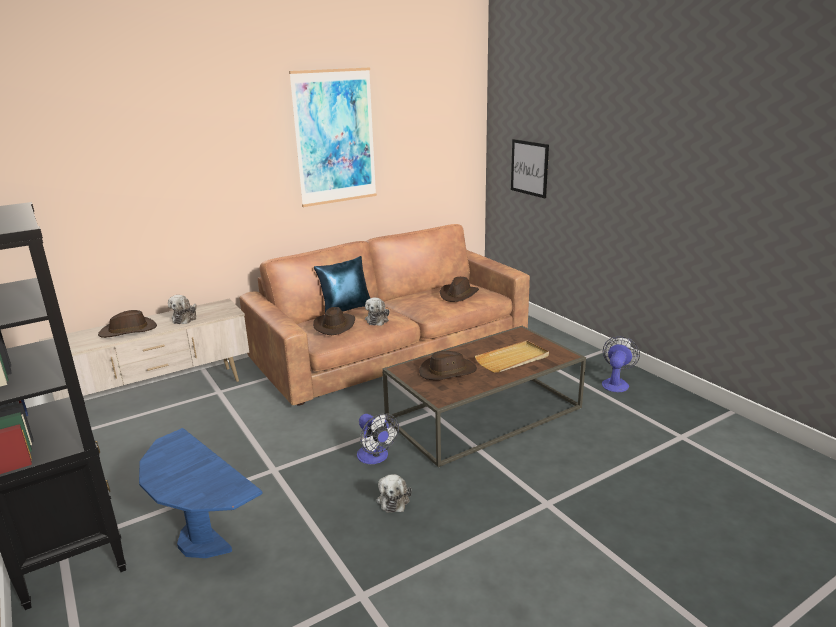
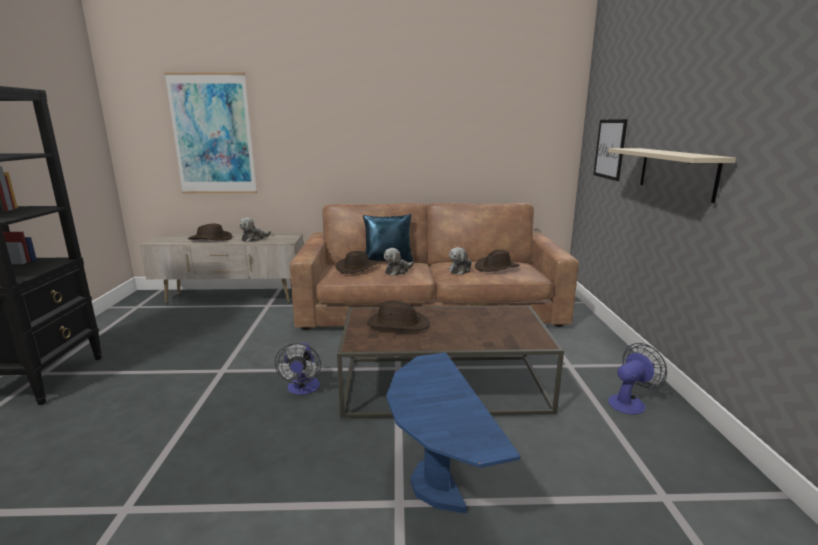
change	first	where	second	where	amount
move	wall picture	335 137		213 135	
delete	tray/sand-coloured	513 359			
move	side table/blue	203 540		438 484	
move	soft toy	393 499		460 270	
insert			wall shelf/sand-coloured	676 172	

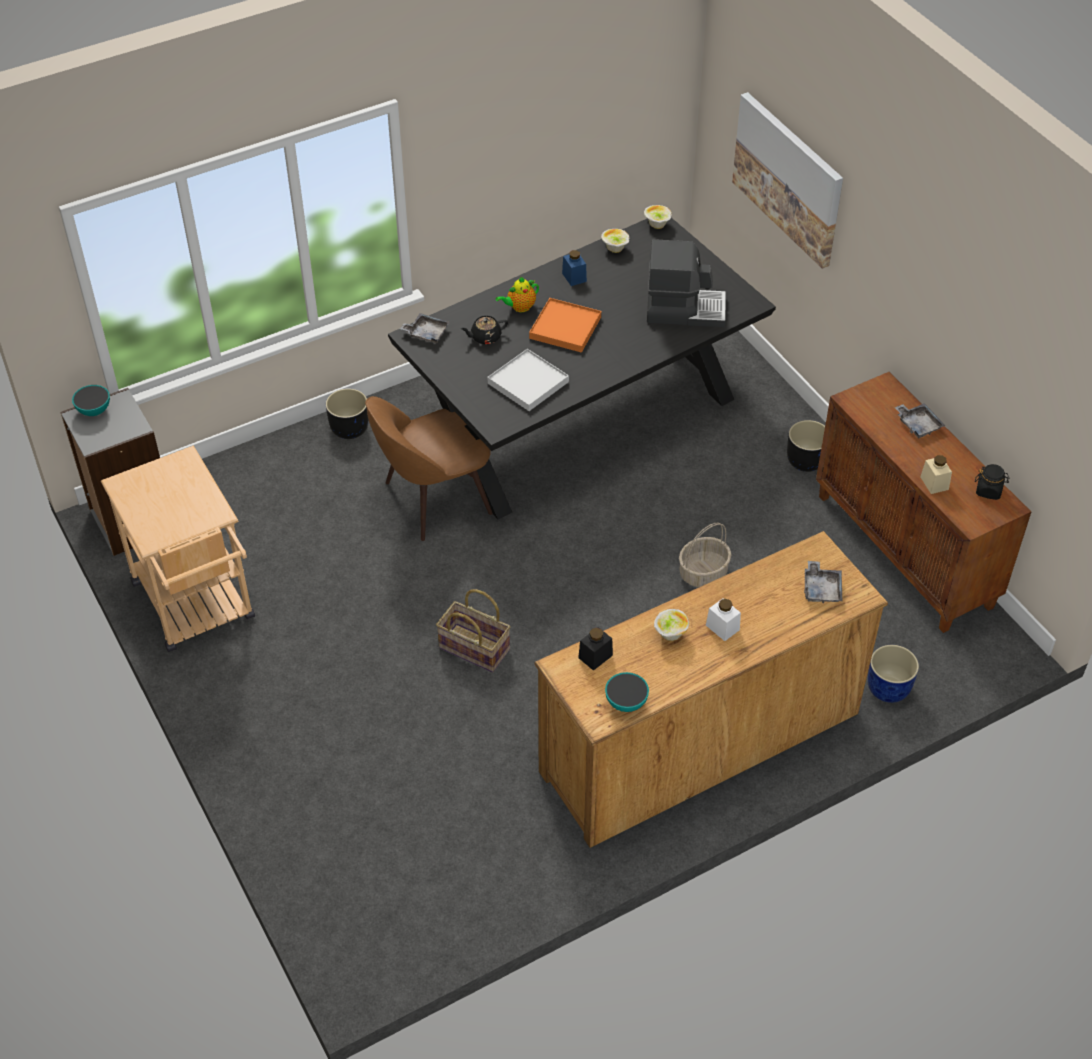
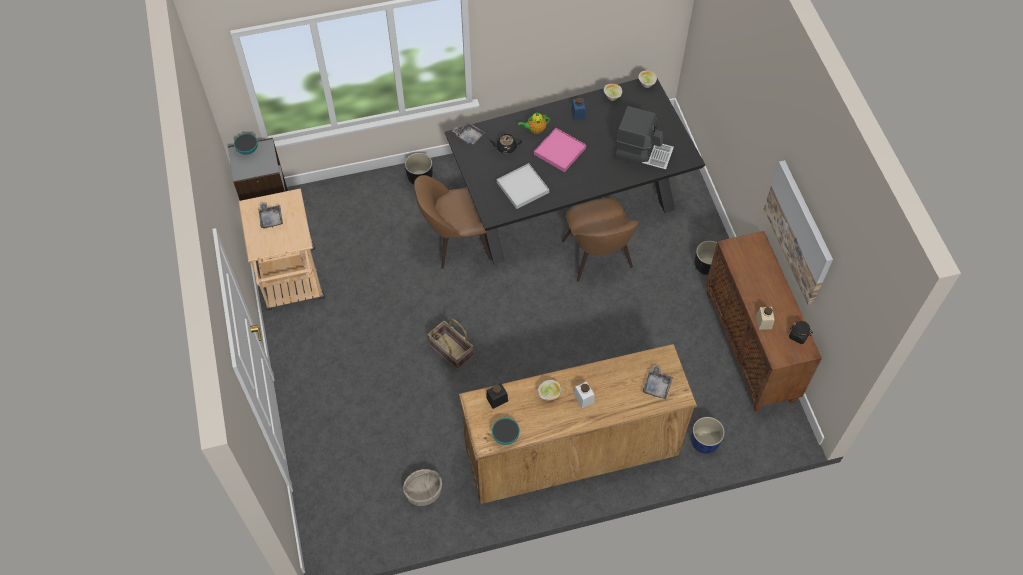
change	first	where	second	where	amount
move	wall picture	788 178		799 232	
recolor	tray/orange	565 328	tray/pink-coloured	560 151	
move	tray/grey	918 424		271 218	
move	household basket	703 572		424 492	
insert			chair/brown	598 256	

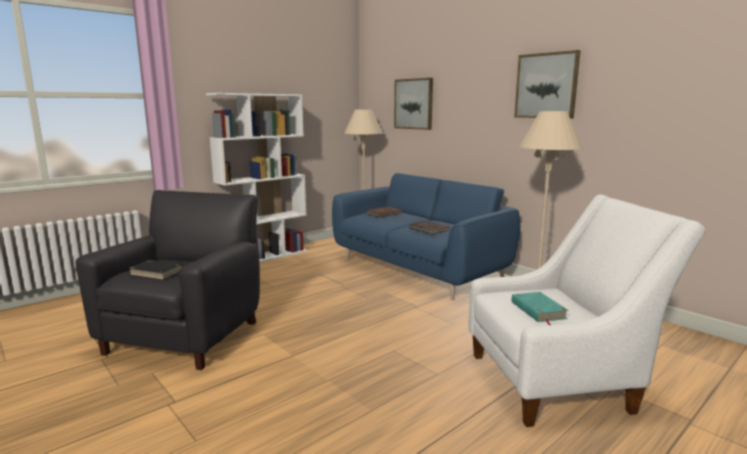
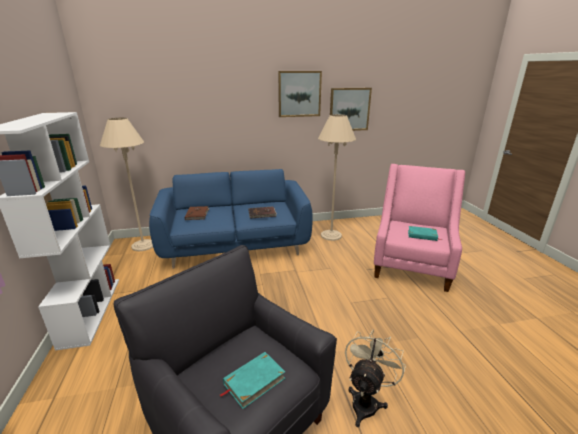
change	first	where	second	where	amount
move	wall picture	414 104		349 109	
recolor	easy chair/white-coloured	559 381	easy chair/pink-coloured	411 265	
recolor	book/black-coloured	156 273	book/blue-green	254 381	
insert			cooling fan/sand-coloured	366 401	

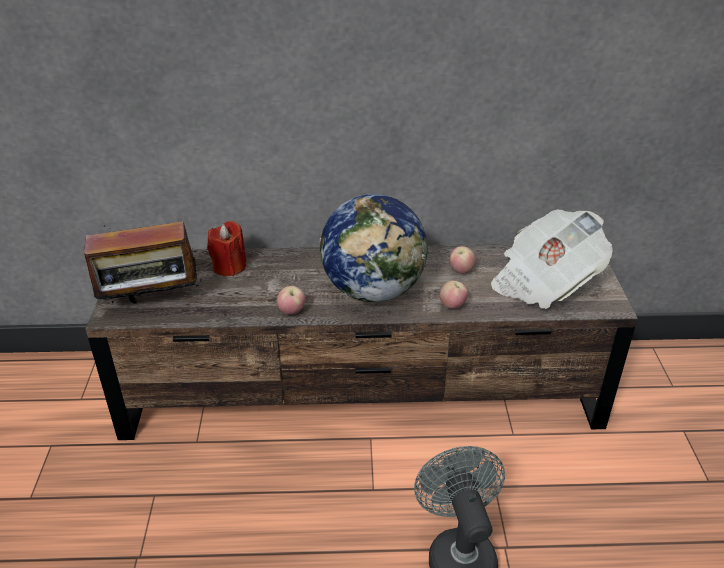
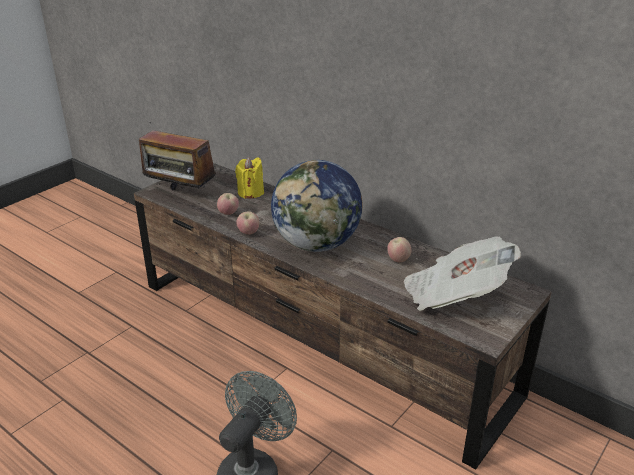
change	first	where	second	where	amount
recolor	candle/red-coloured	229 267	candle/yellowish	250 193	
move	whole apple	452 306		228 213	

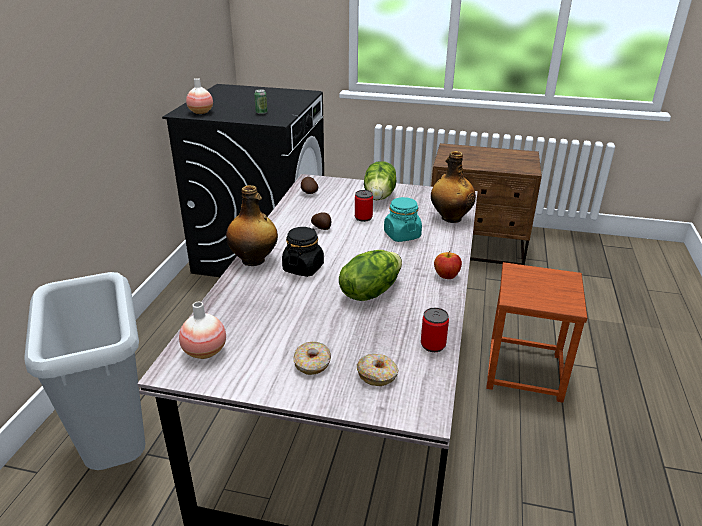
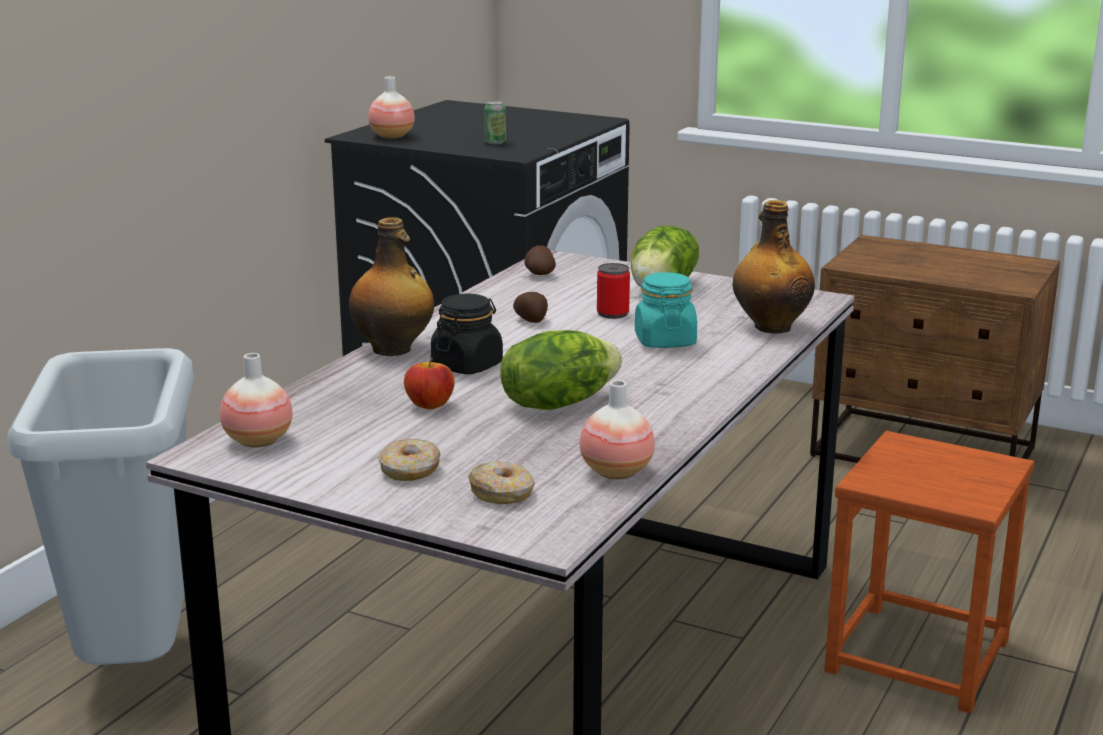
change	first	where	second	where	amount
move	whole apple	446 276		429 405	
replace	sealed can	433 345	flower vase	616 472	

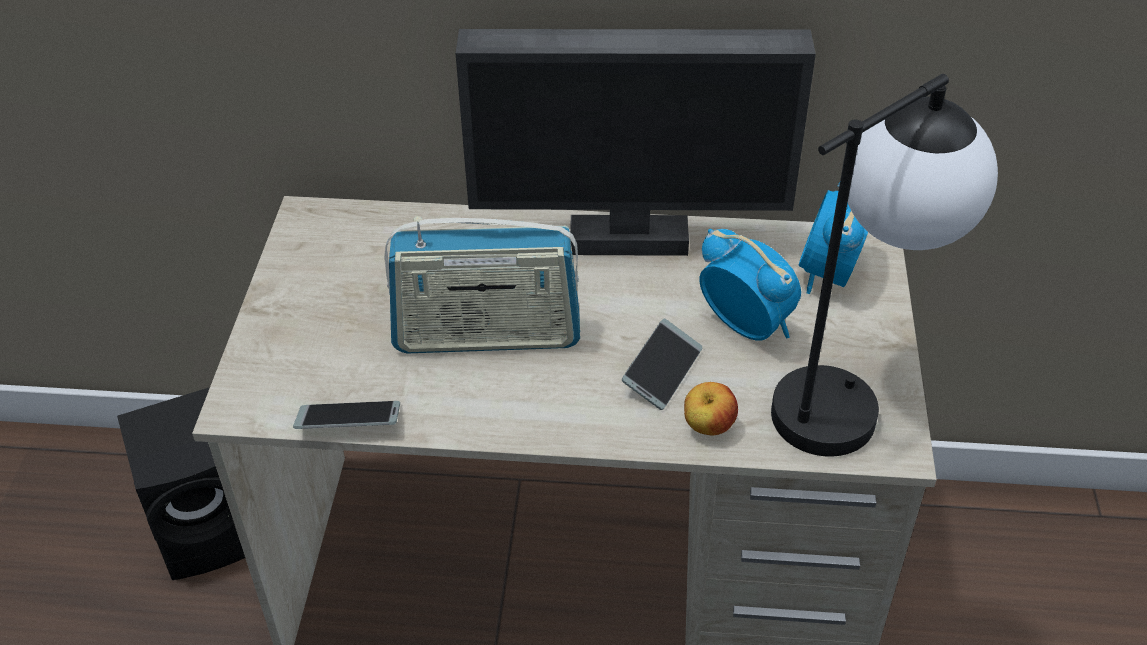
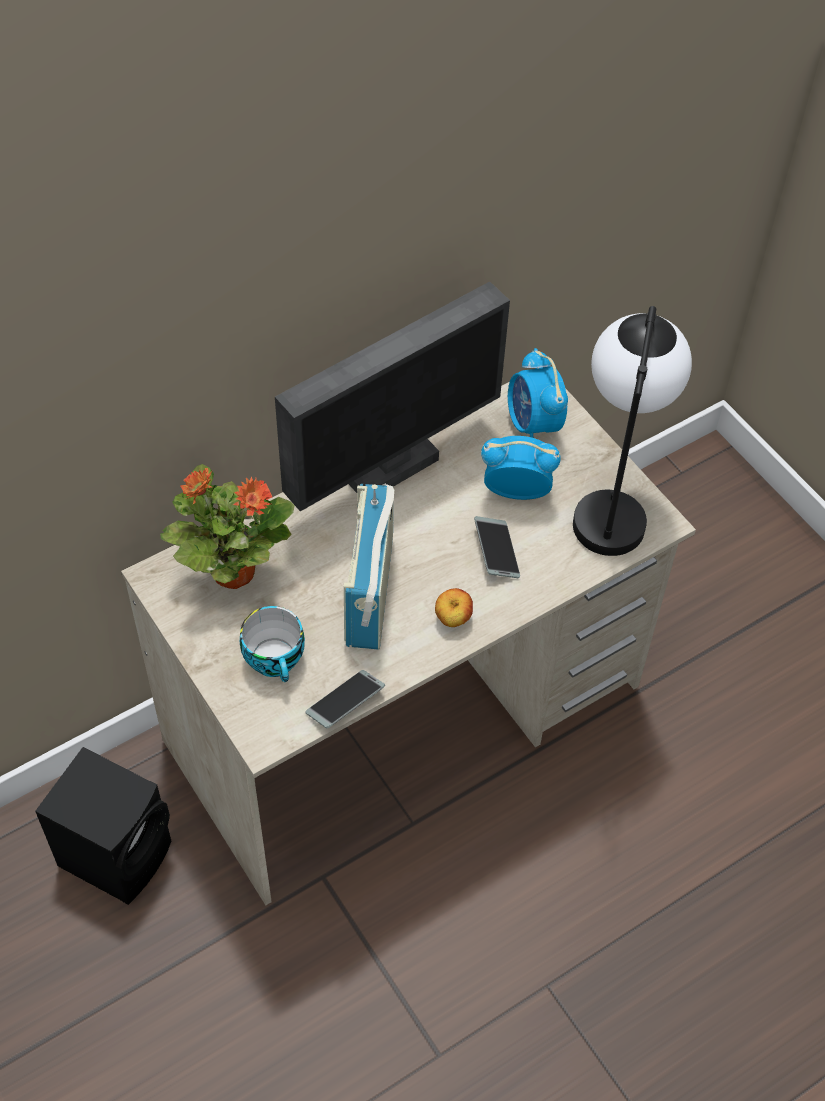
change	first	where	second	where	amount
rotate	radio receiver	487 336		370 592	135 degrees clockwise
move	whole apple	708 427		453 619	
insert			plant in a pot	232 571	
insert			drinking cup	276 660	

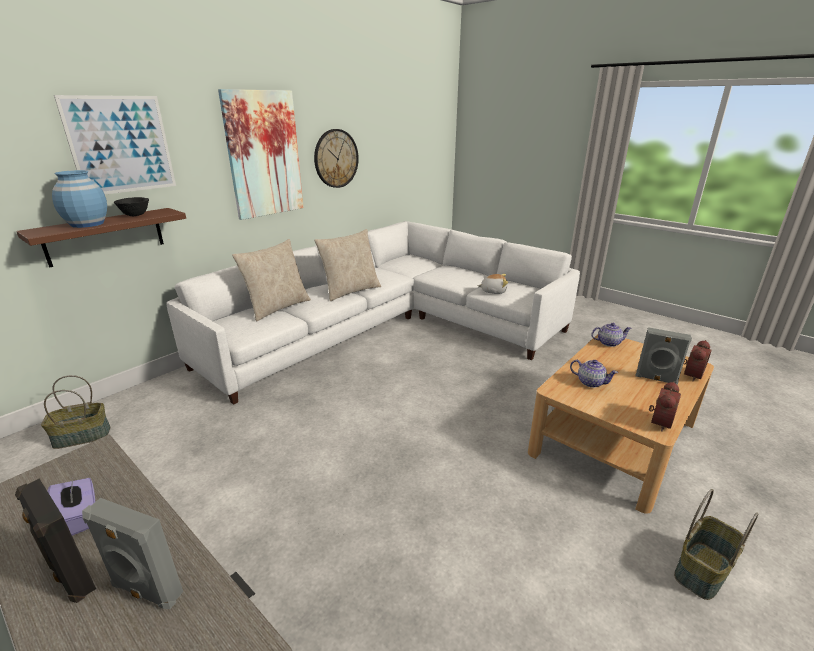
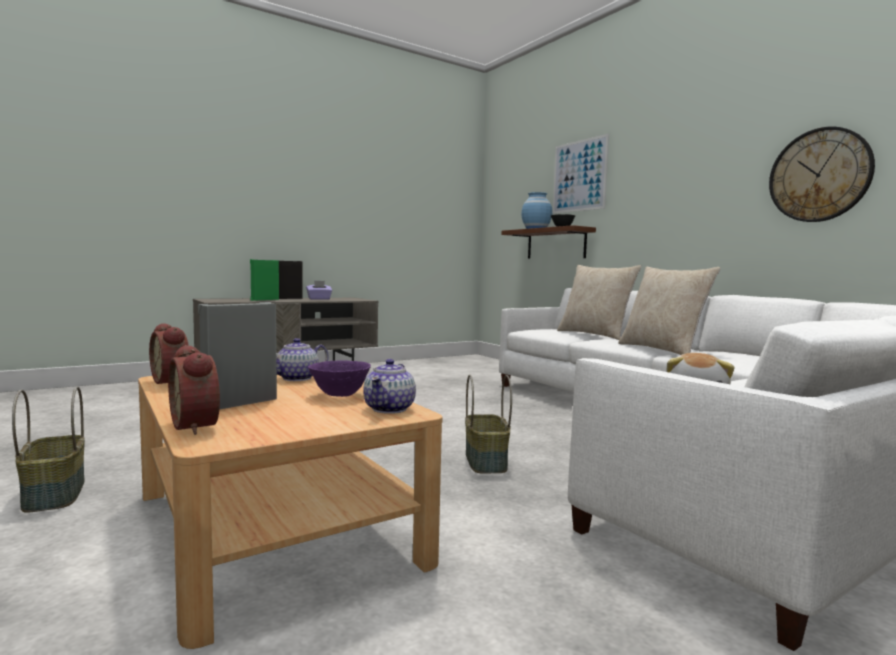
change	first	where	second	where	amount
delete	wall picture	264 155			
move	household basket	81 437		484 461	
recolor	audio speaker/grey	146 590	audio speaker/green-coloured	264 300	
insert			deep dish/purple	339 395	

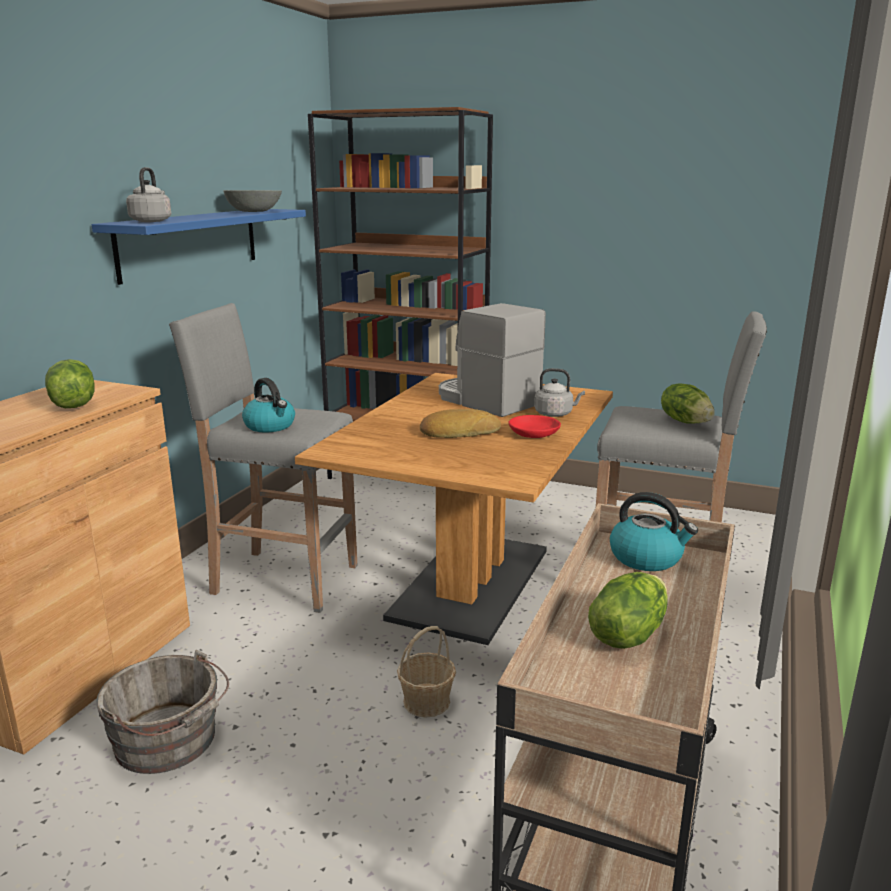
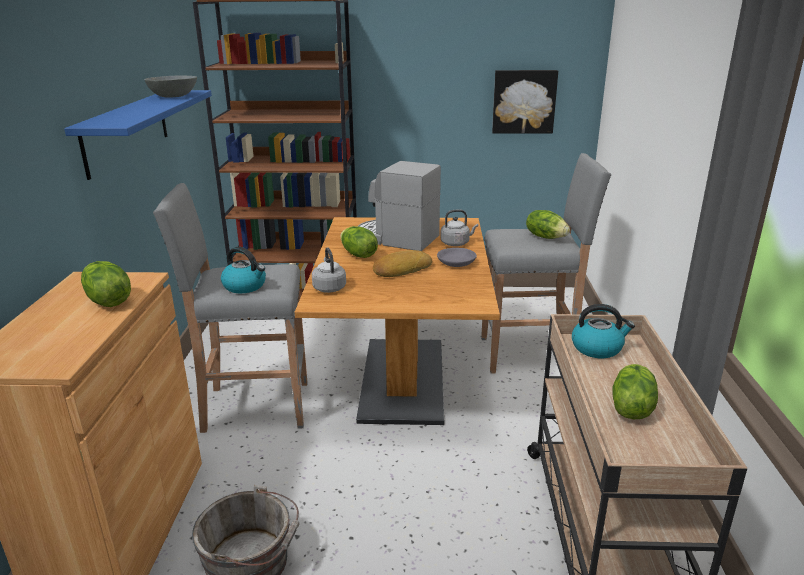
change	first	where	second	where	amount
move	water kettle/grey	151 221		329 287	
recolor	deep dish/red-coloured	534 434	deep dish/grey	457 263	
delete	household basket	427 701			
insert			wall picture	523 101	
insert			lettuce head	358 255	

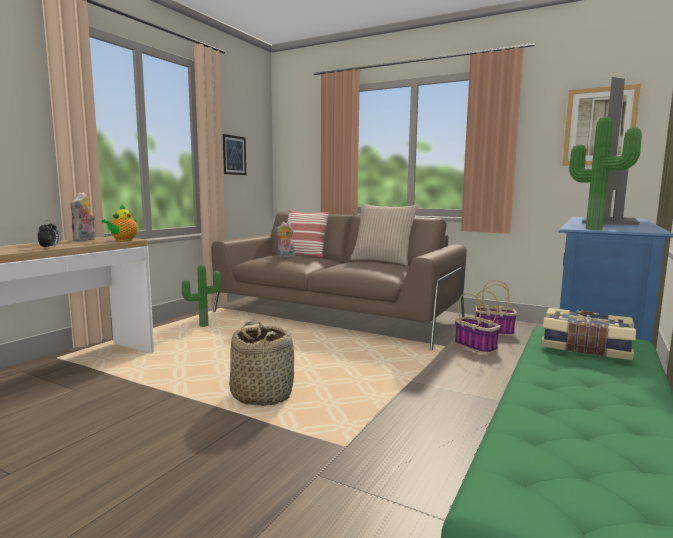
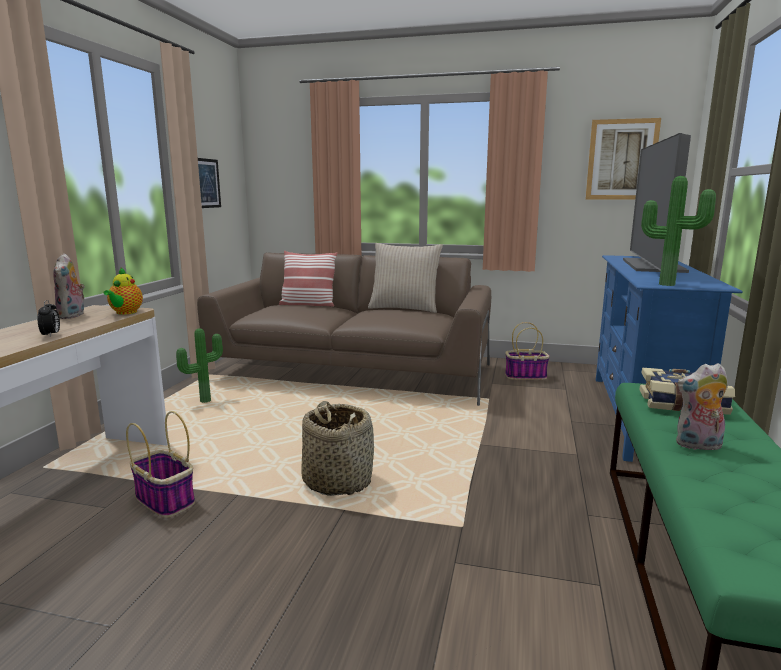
change	first	where	second	where	amount
move	soft toy	285 256		698 445	
move	household basket	476 346		166 500	

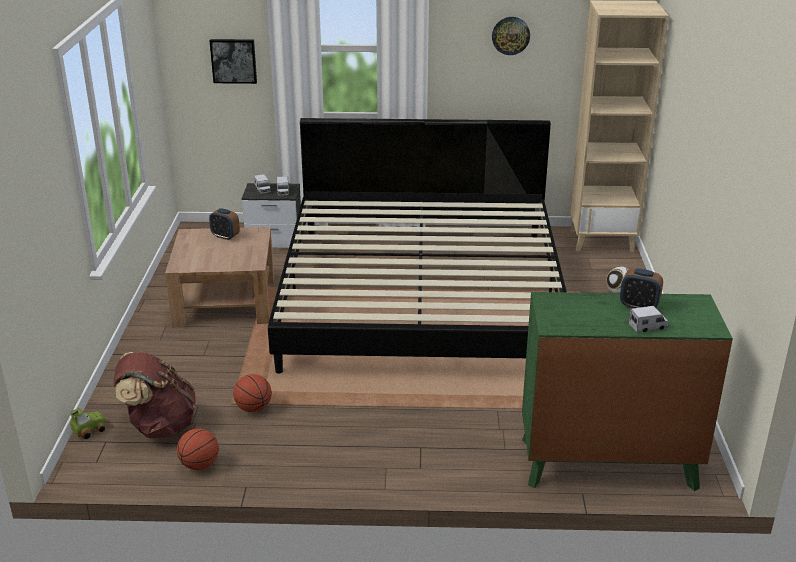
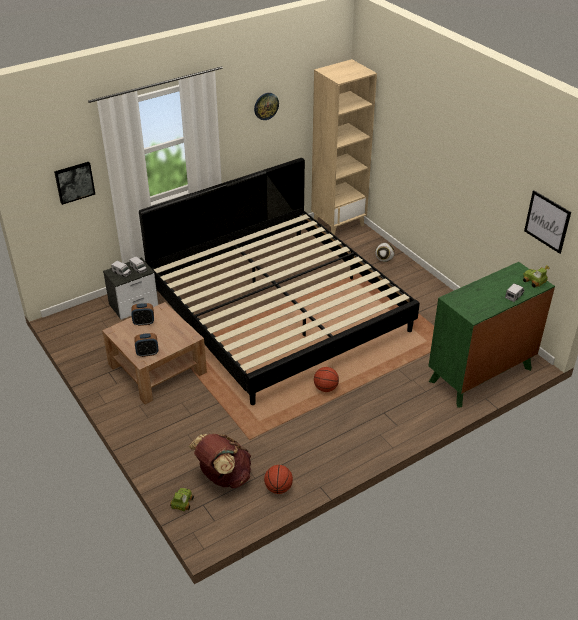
change	first	where	second	where	amount
move	alarm clock	639 306		147 353	
move	basketball	254 408		325 388	
insert			wall picture	547 221	
insert			model car	533 282	

